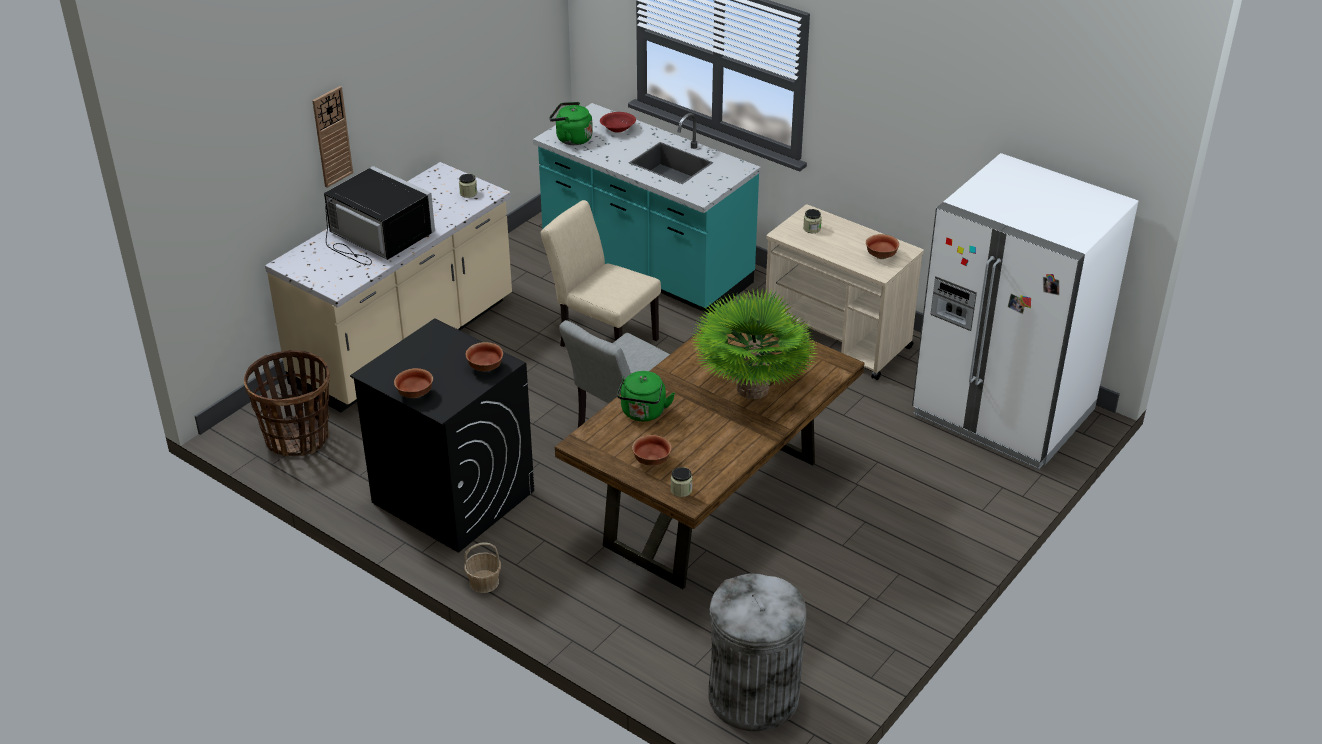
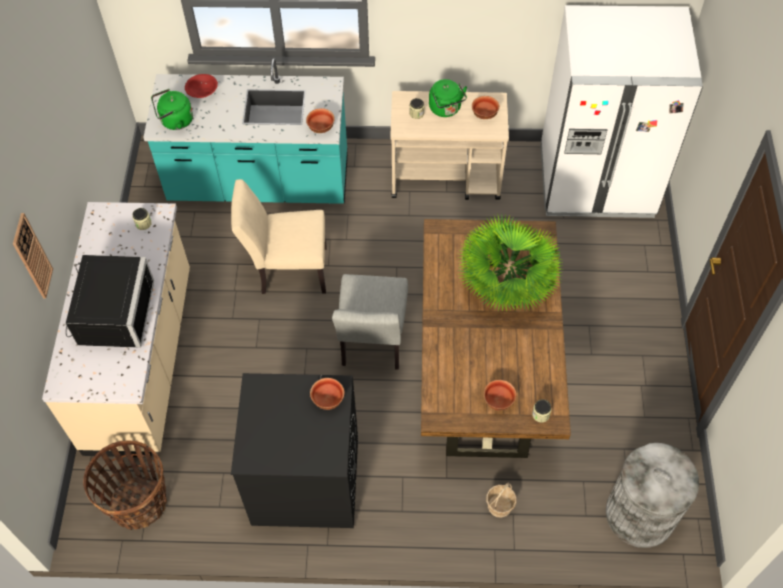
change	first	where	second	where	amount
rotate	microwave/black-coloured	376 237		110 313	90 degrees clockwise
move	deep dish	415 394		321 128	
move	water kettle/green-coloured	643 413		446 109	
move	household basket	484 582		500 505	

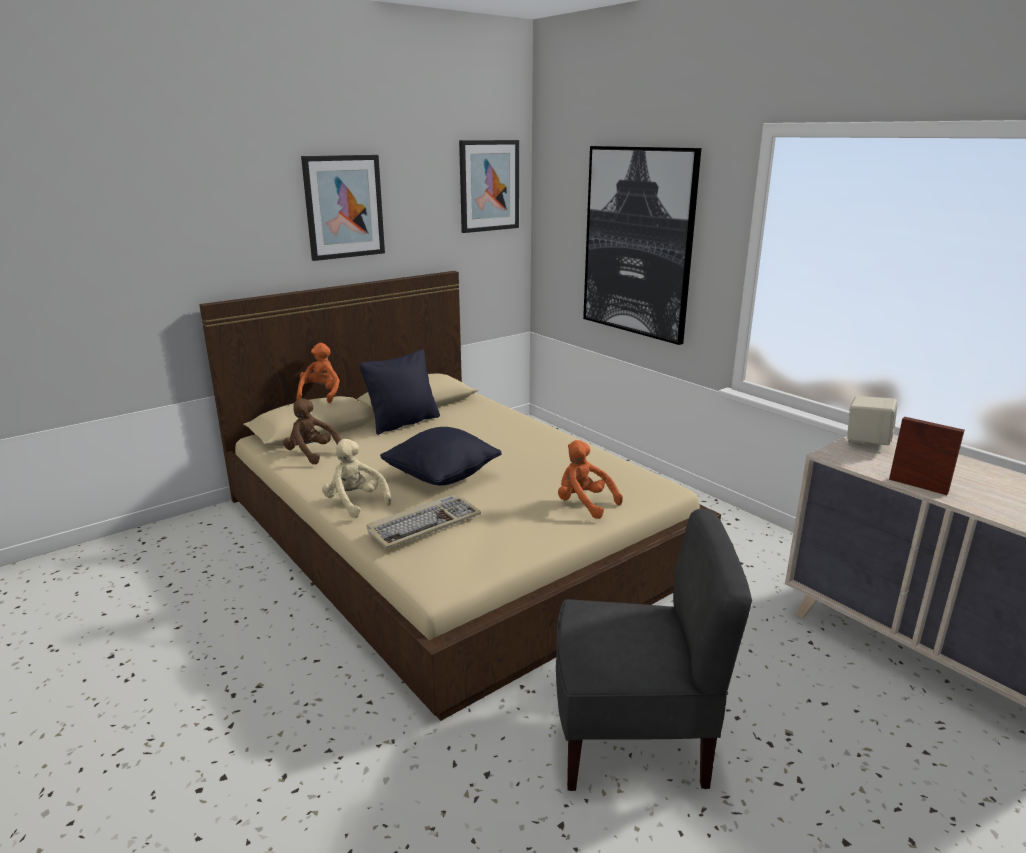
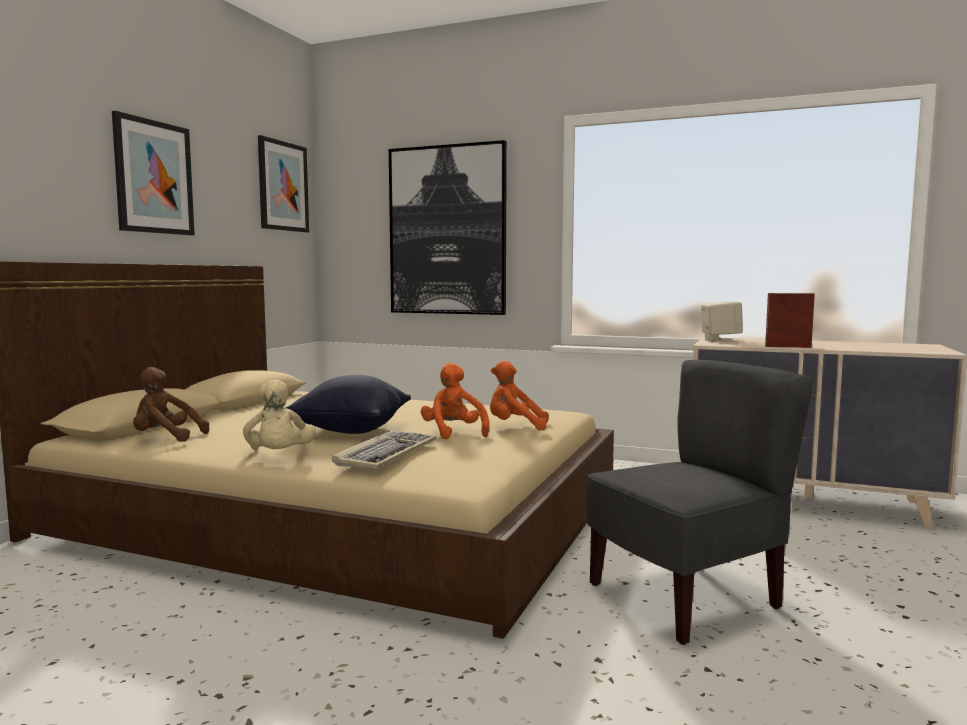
change	first	where	second	where	amount
move	soft toy/orange	321 395		453 433	
delete	pillow/black-coloured	403 423			
rotate	soft toy/sand-coloured	355 503		279 456	120 degrees counterclockwise

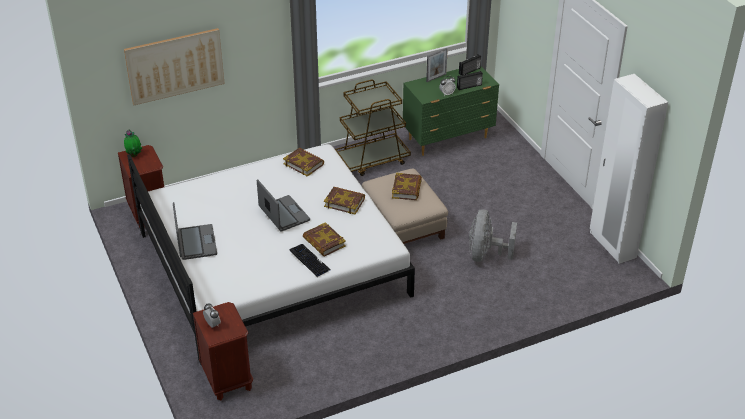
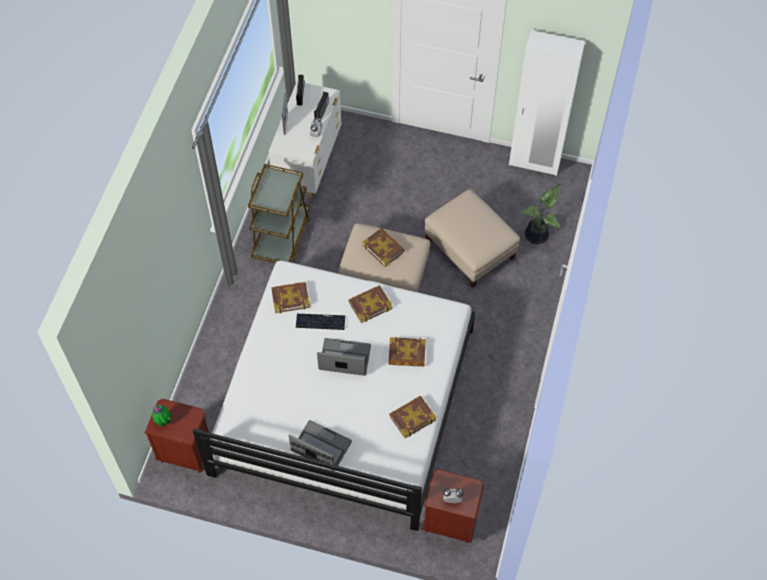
change	first	where	second	where	amount
delete	wall picture	175 66			
recolor	dresser/green-coloured	449 139	dresser/white-coloured	309 164	
replace	cooling fan/grey	485 254	pouffe/sand-coloured	470 248	
move	keyboard	309 260		320 322	
insert			plant in a pot	538 235	
insert			book	412 418	

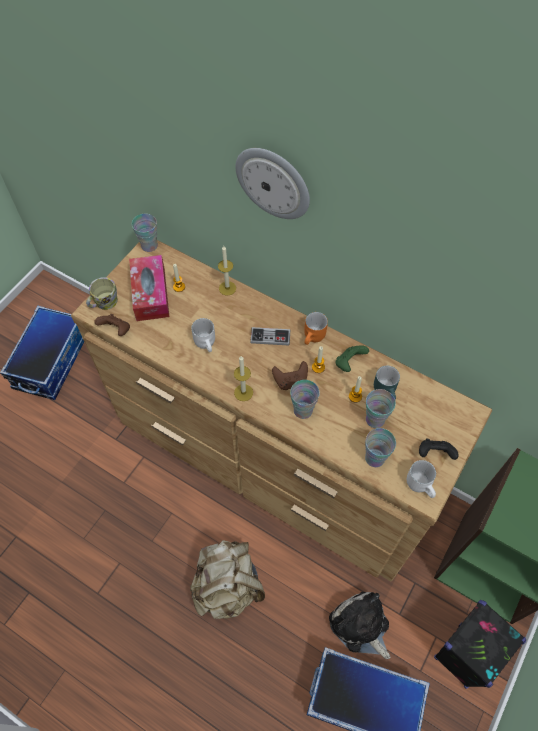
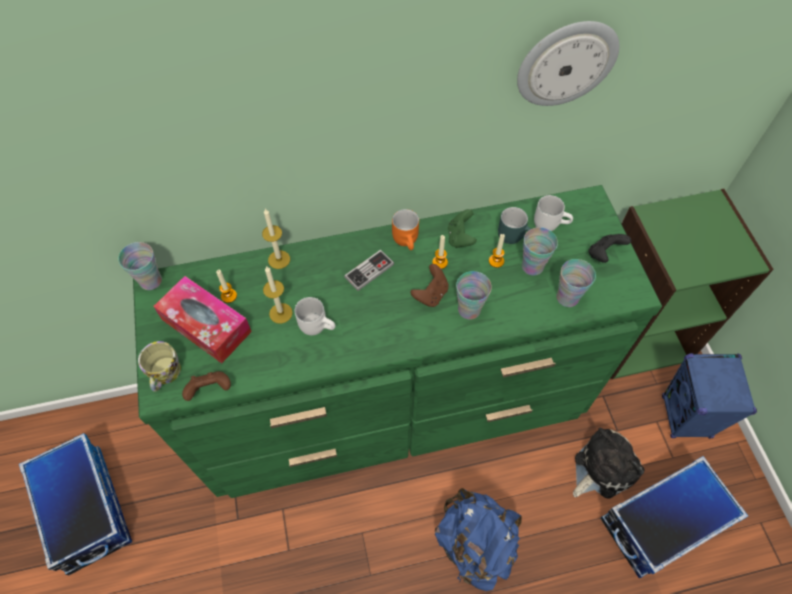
change	first	where	second	where	amount
move	hanging clock	273 182		566 63	
recolor	dresser/brown	271 456	dresser/green-coloured	396 401	
move	candle	243 392		280 313	
move	mug/white-coloured	421 484		550 222	
recolor	knapsack/sand-coloured	228 586	knapsack/blue	475 543	
rotate	soft toy	360 626		602 468	135 degrees clockwise
recolor	audio speaker/black-coloured	462 656	audio speaker/blue	685 417	

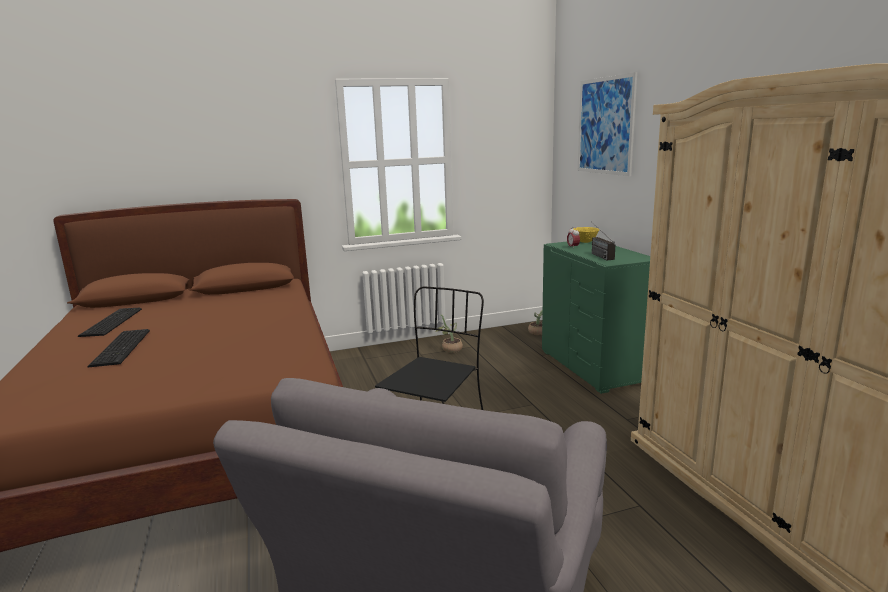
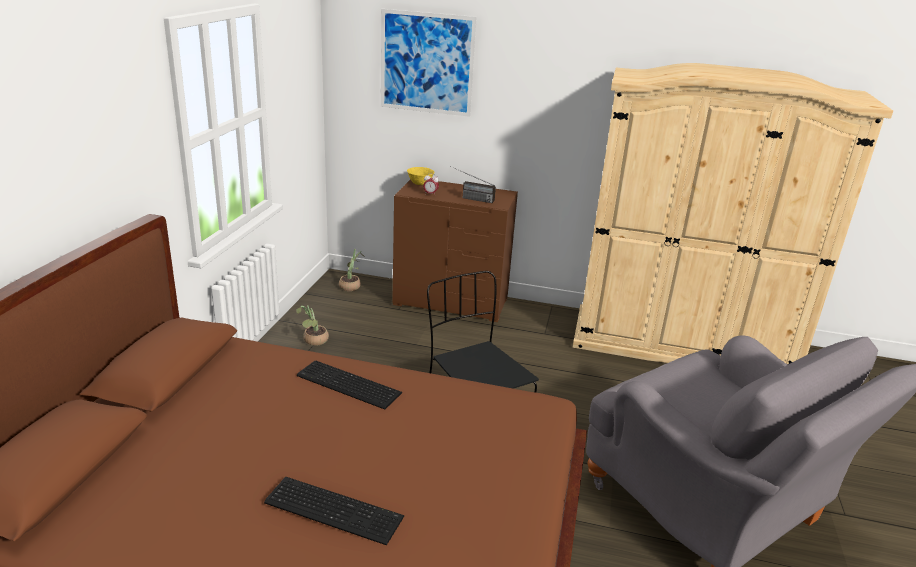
change	first	where	second	where	amount
recolor	dresser/green-coloured	594 366	dresser/brown	451 301	
move	keyboard	110 322		348 385	

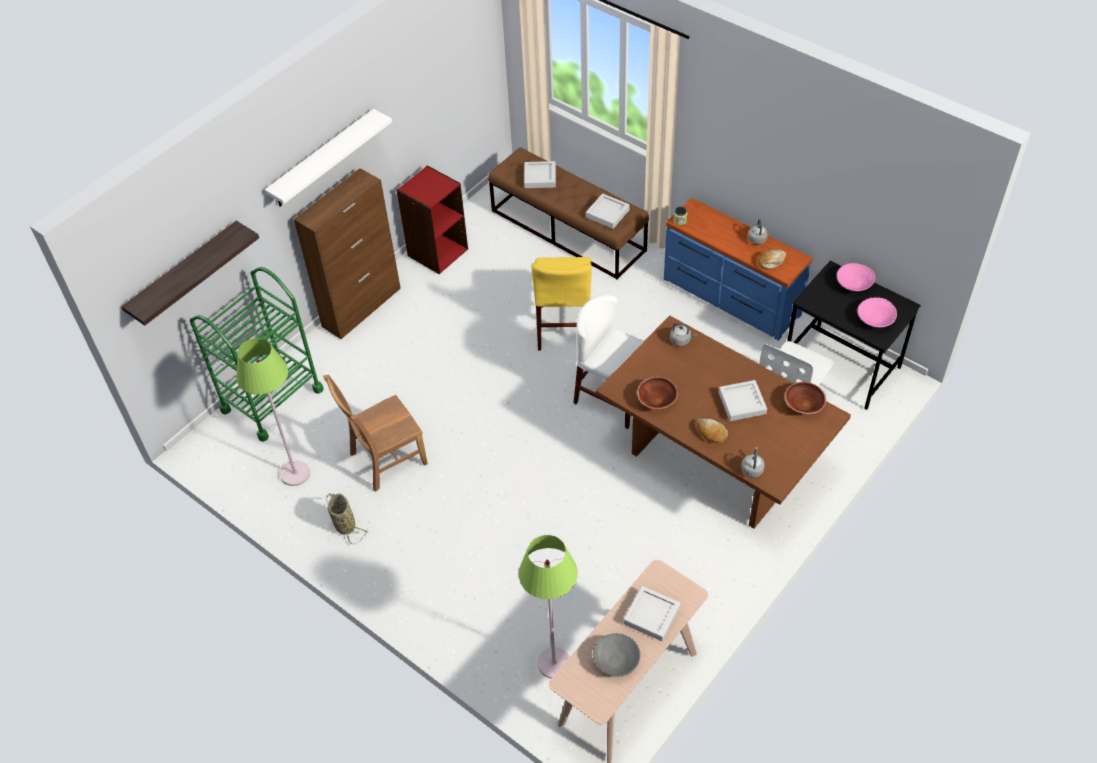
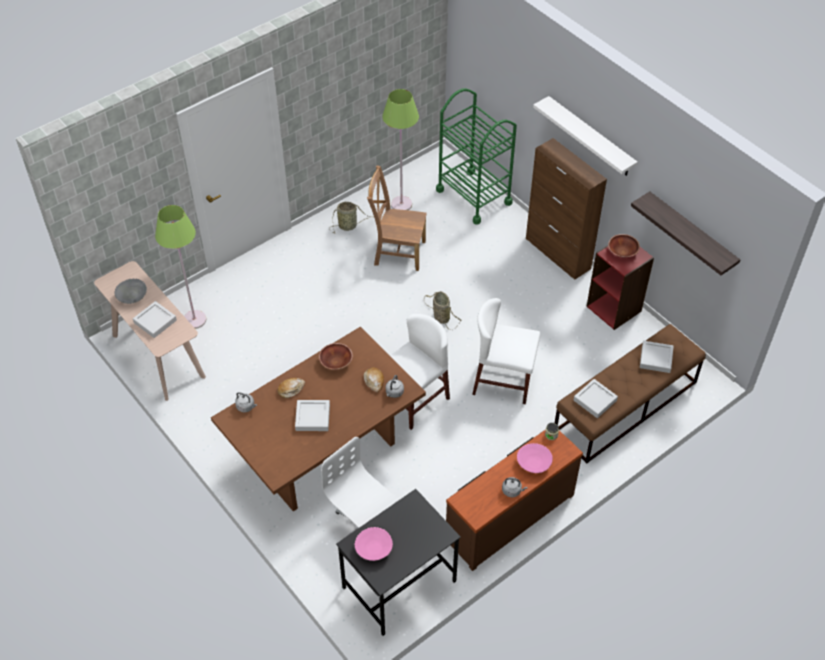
change	first	where	second	where	amount
recolor	dresser/blue	730 298	dresser/brown	509 516	
move	wall shelf	184 273		691 233	
move	bread	771 261		374 381	
recolor	chair/yellowish	564 327	chair/white-coloured	503 381	
move	deep dish/pink-coloured	854 284		533 463	
rotate	chair/brown	385 460		397 252	60 degrees counterclockwise
move	deep dish/brown	803 405		622 252	
insert			household basket	440 317	

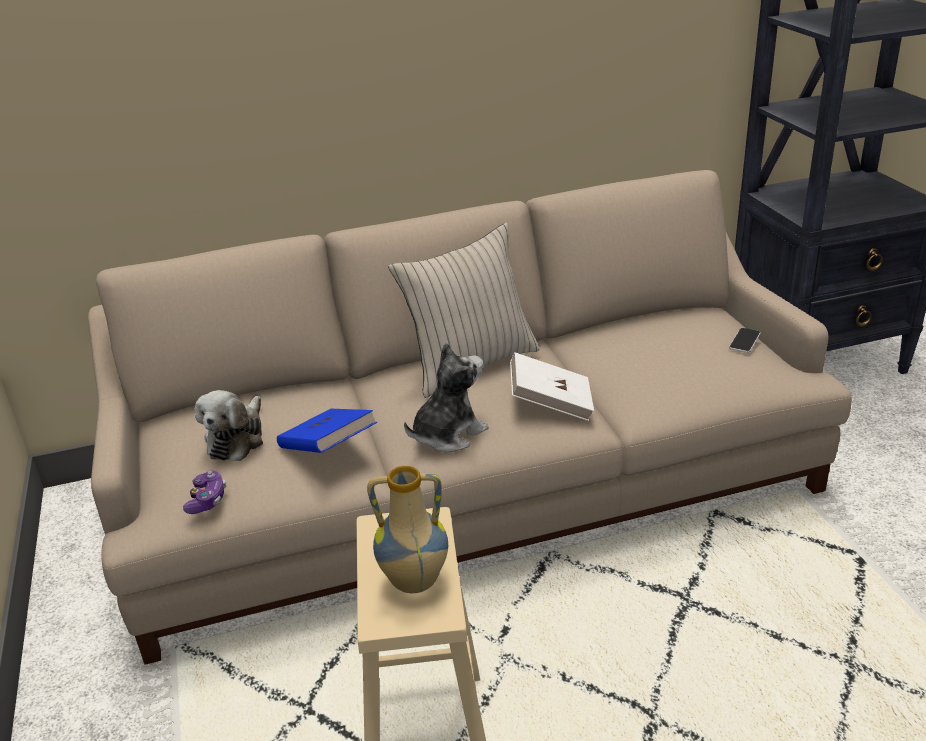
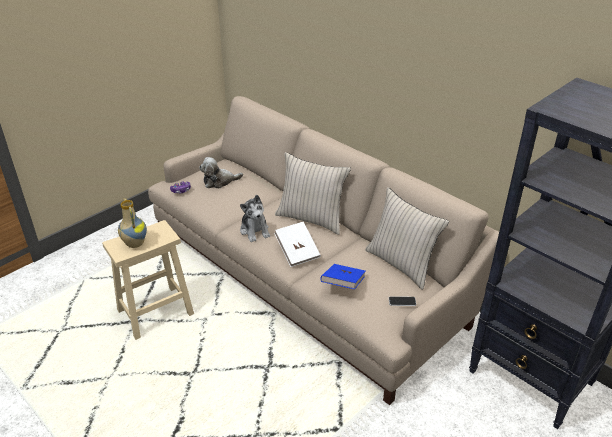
change	first	where	second	where	amount
rotate	soft toy	448 434		255 230	45 degrees clockwise
move	book/blue	328 449		342 285	
insert			pillow/sand-coloured	401 264	

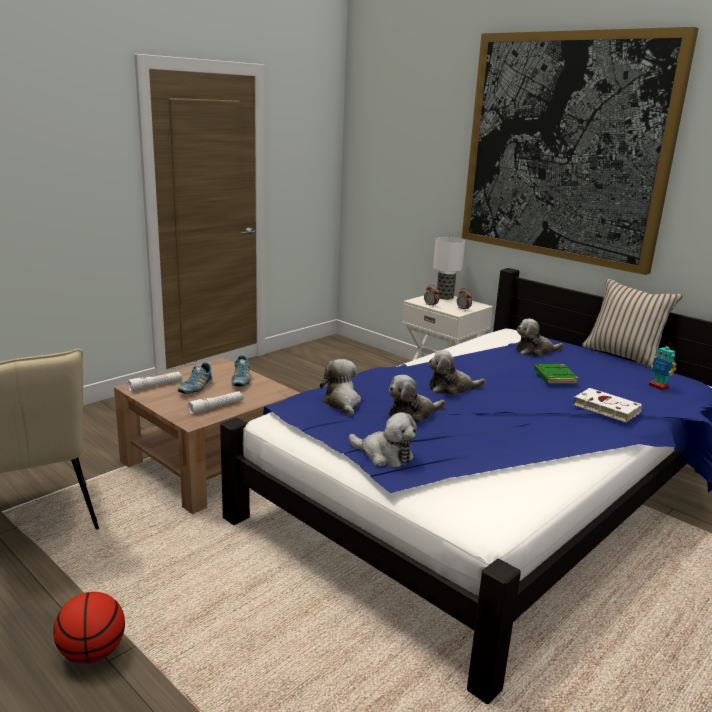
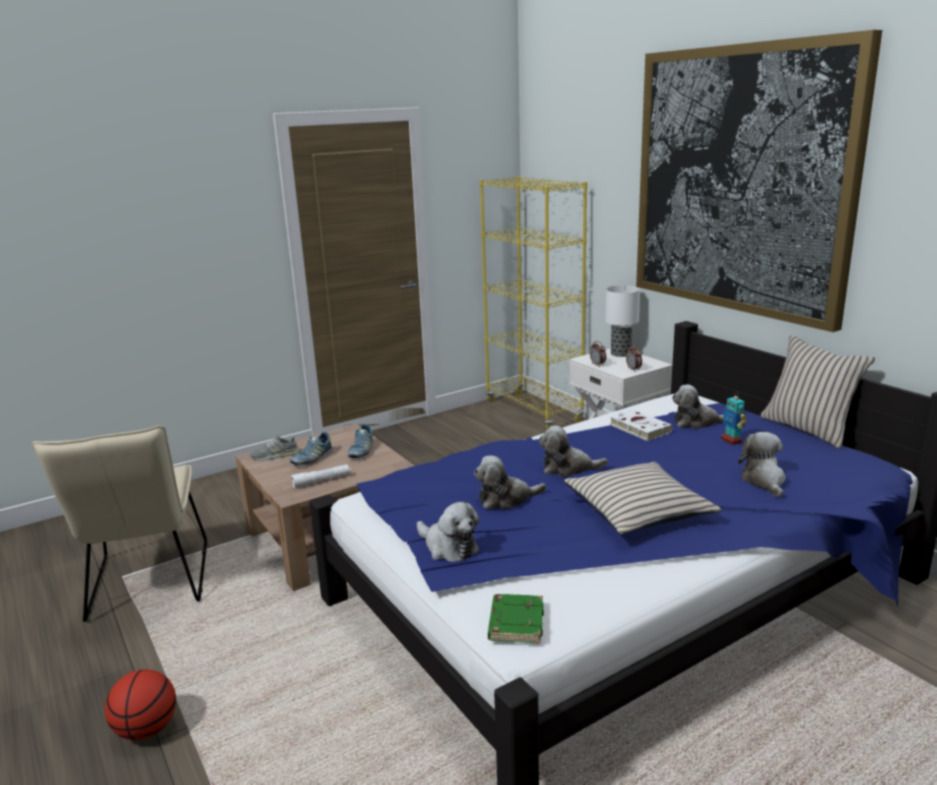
change	first	where	second	where	amount
move	model robot	658 386		731 440	
move	soft toy	342 403		764 481	
move	book/green-coloured	554 377		515 622	
replace	torch/white-coloured	156 386	shoe/grey	275 455	
move	book/white-coloured	604 408		638 428	
insert			bookshelf/yellowish	533 411	
insert			pillow/sand-coloured	638 510	

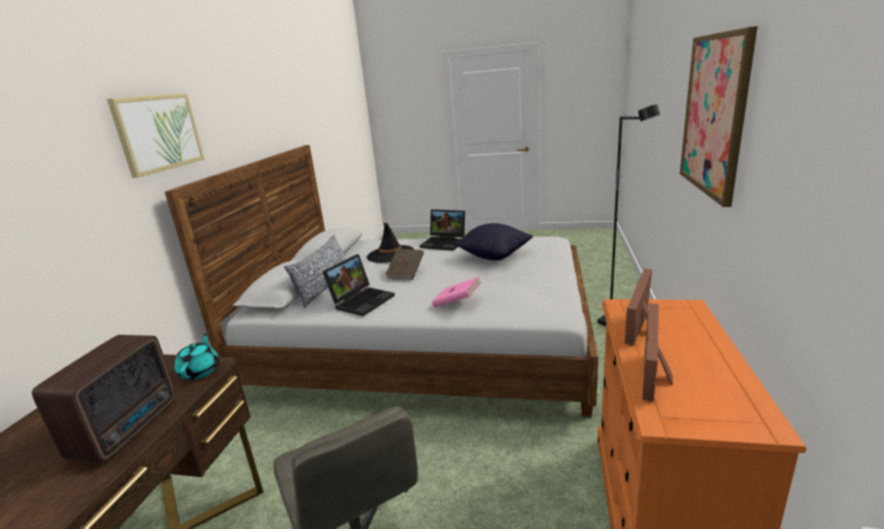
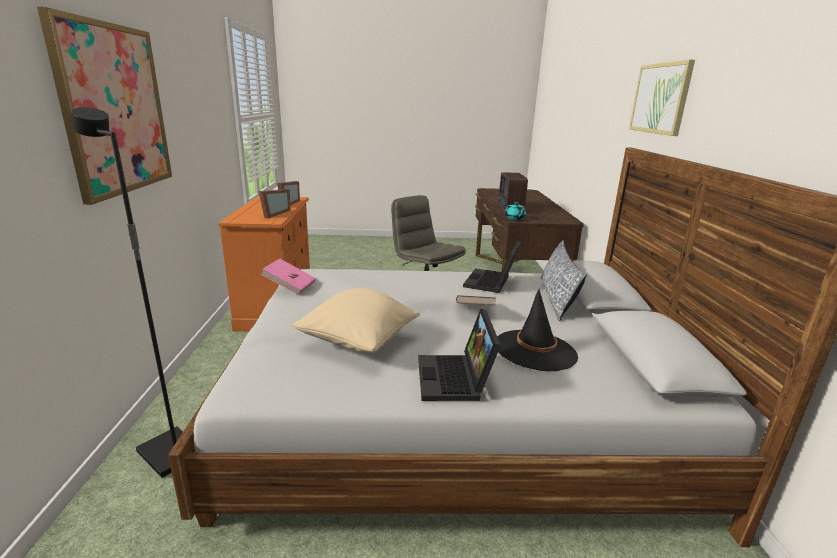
change	first	where	second	where	amount
rotate	laptop	445 243		456 379	105 degrees counterclockwise
recolor	pillow/black-coloured	494 256	pillow/sand-coloured	358 342	
move	book/pink-coloured	457 302		290 287	

